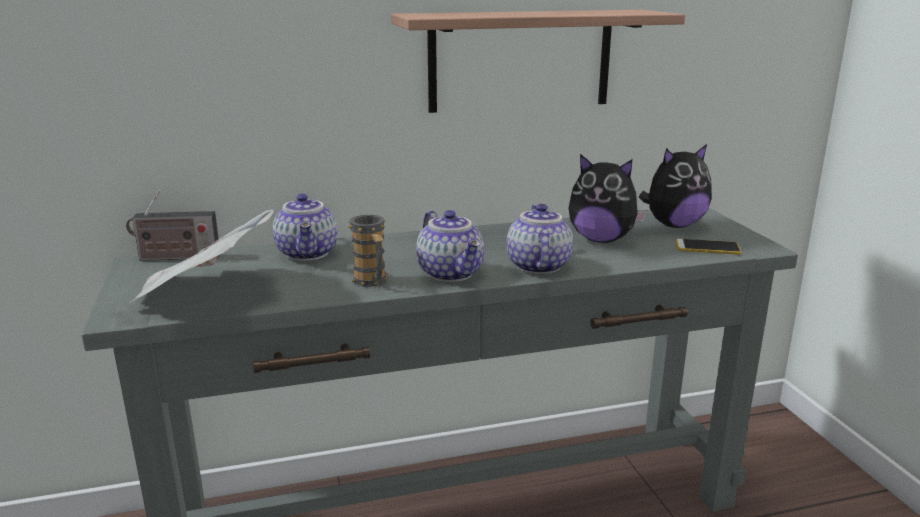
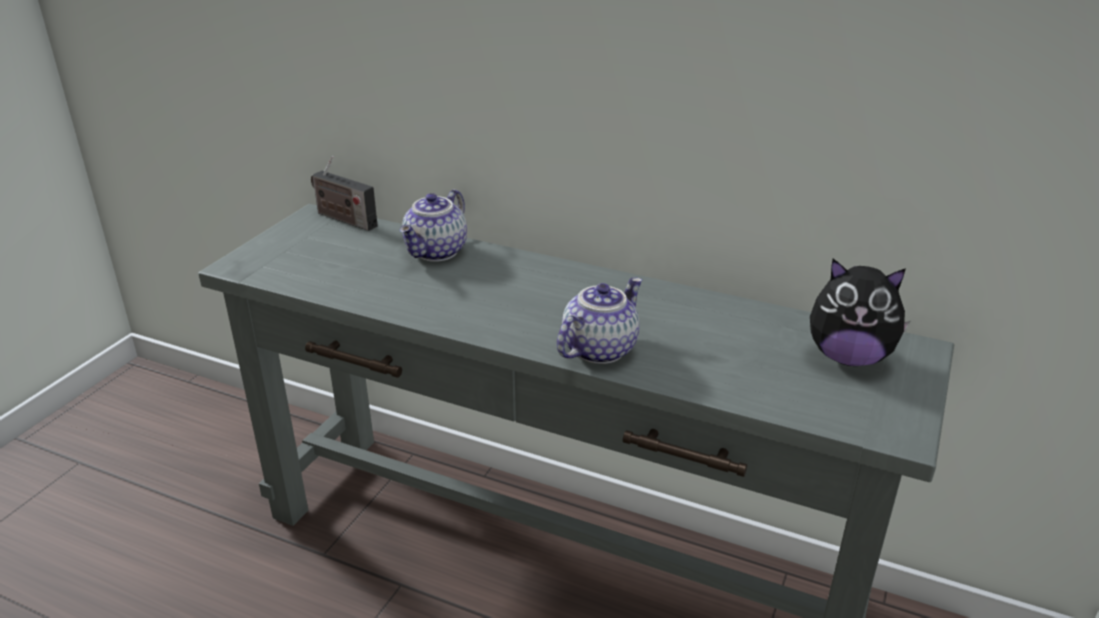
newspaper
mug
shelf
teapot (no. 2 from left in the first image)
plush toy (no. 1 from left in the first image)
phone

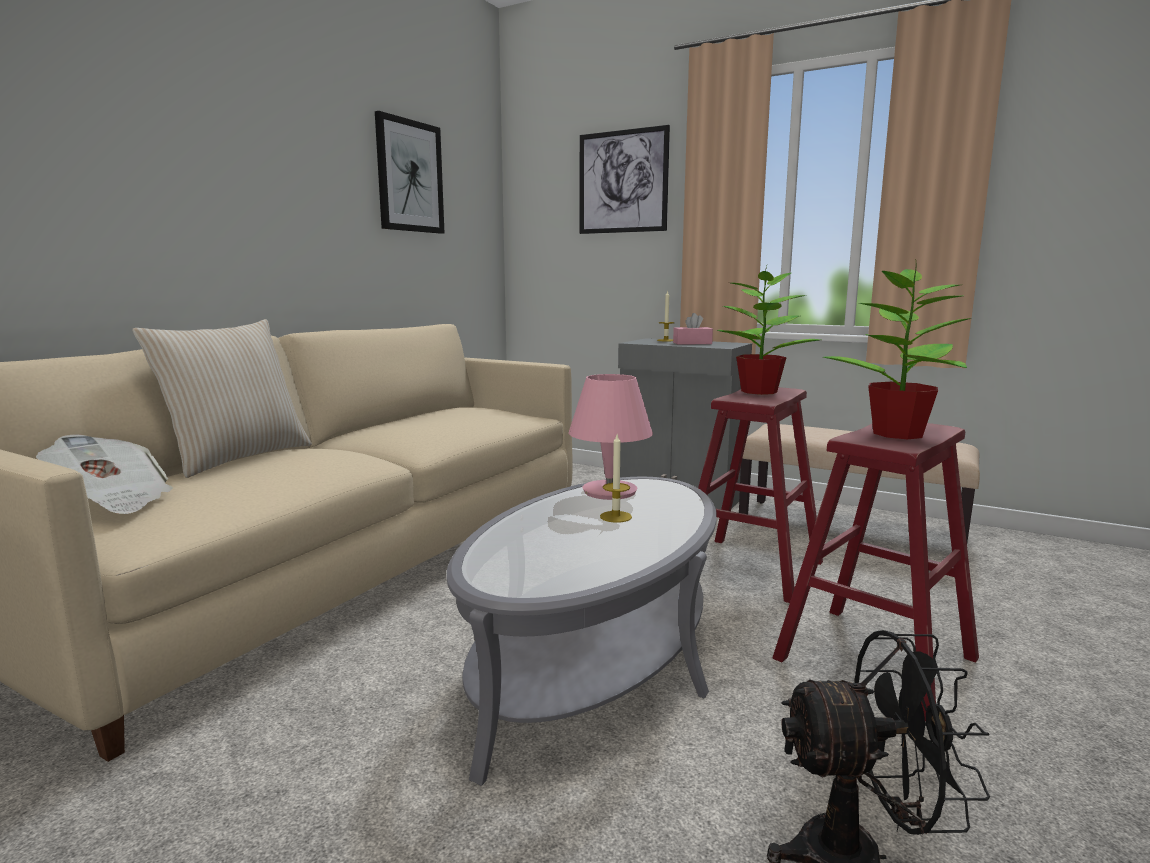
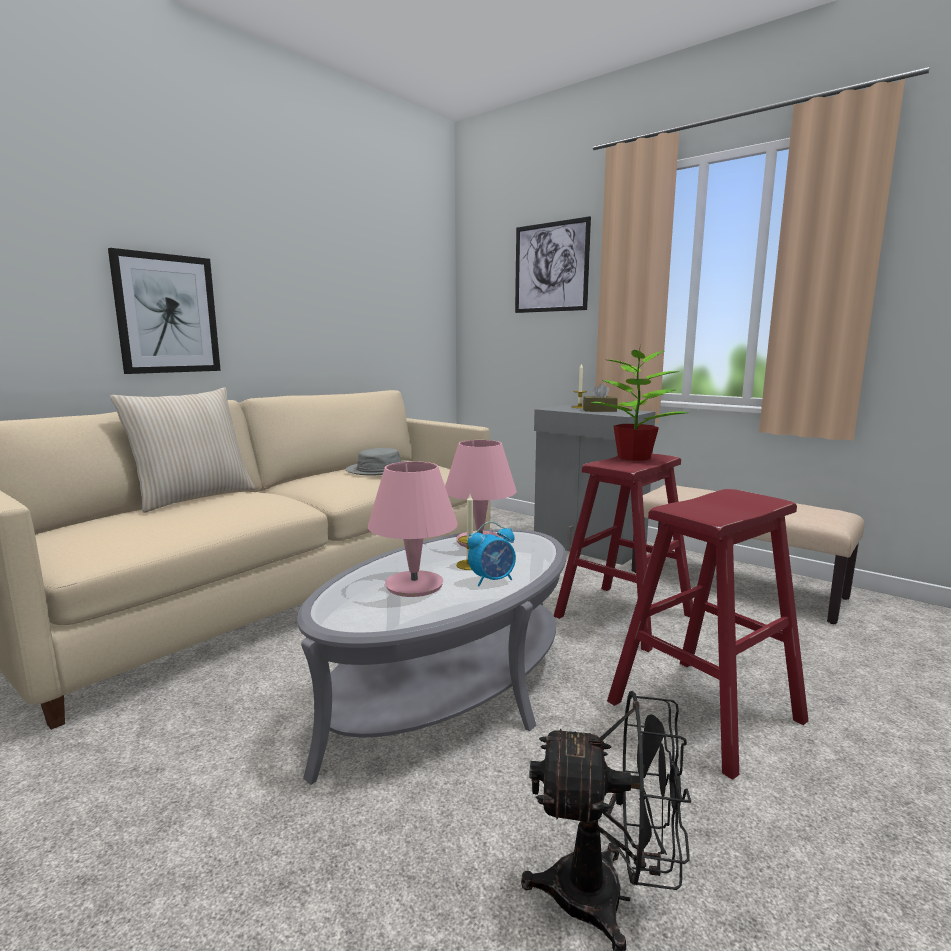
newspaper
picture (no. 1 from left)
brown tissue box
potted plant (no. 2 from left in the first image)
grey hat
pink table lamp (no. 1 from left)
alarm clock

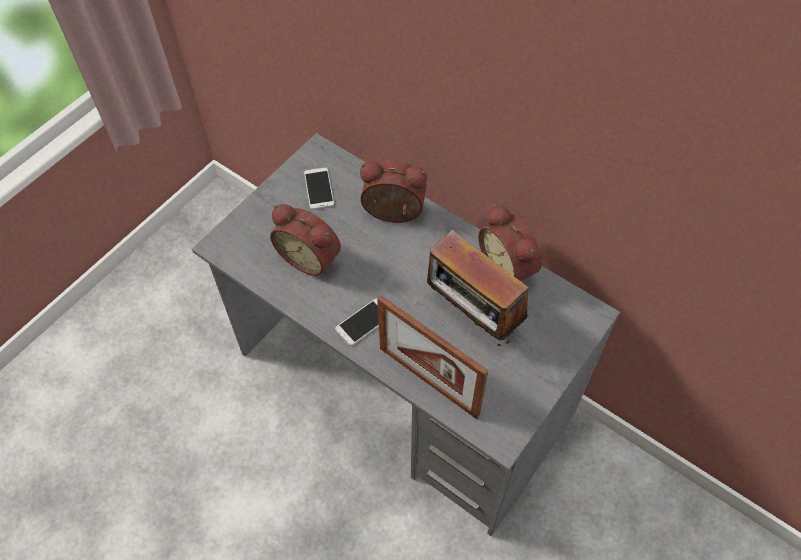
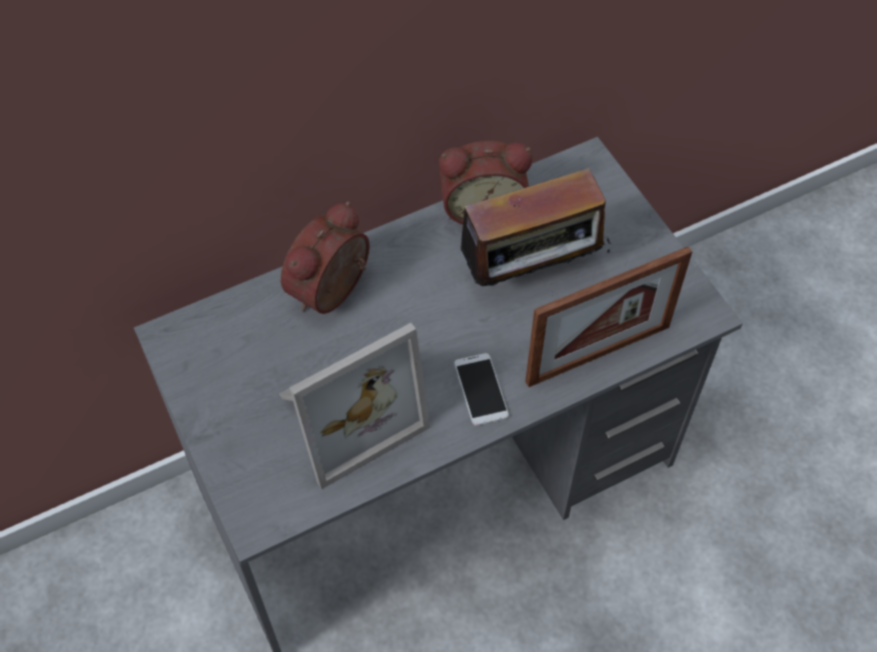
picture frame (no. 1 from left)
phone (no. 1 from left in the first image)

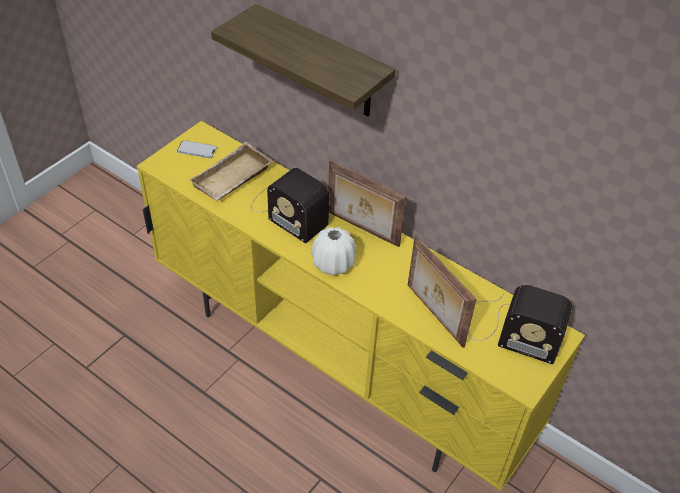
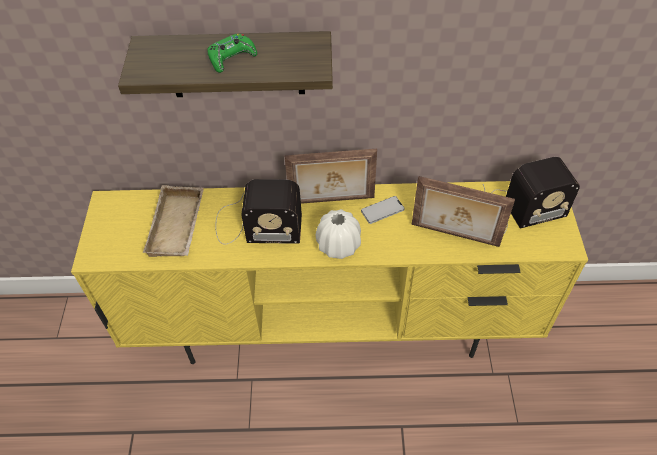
phone
green game controller

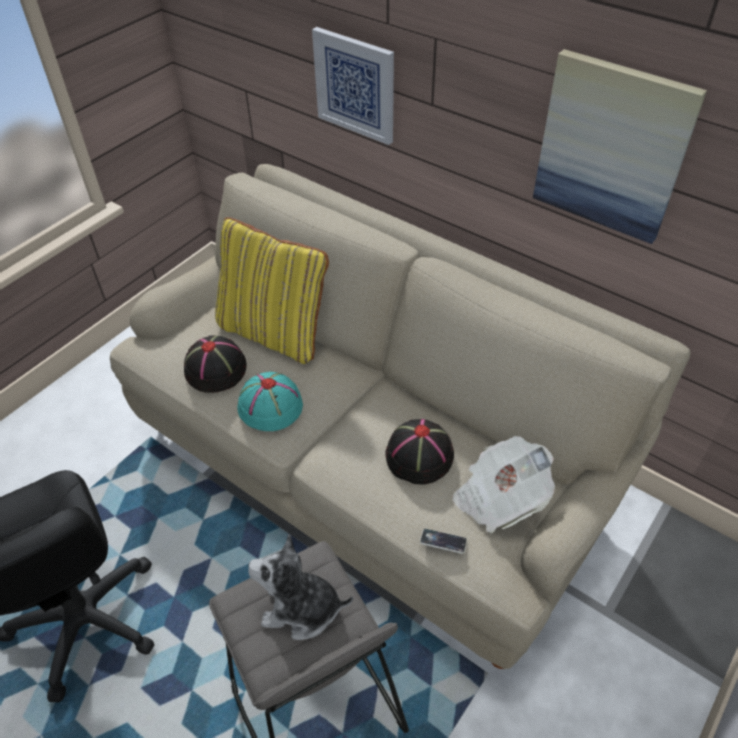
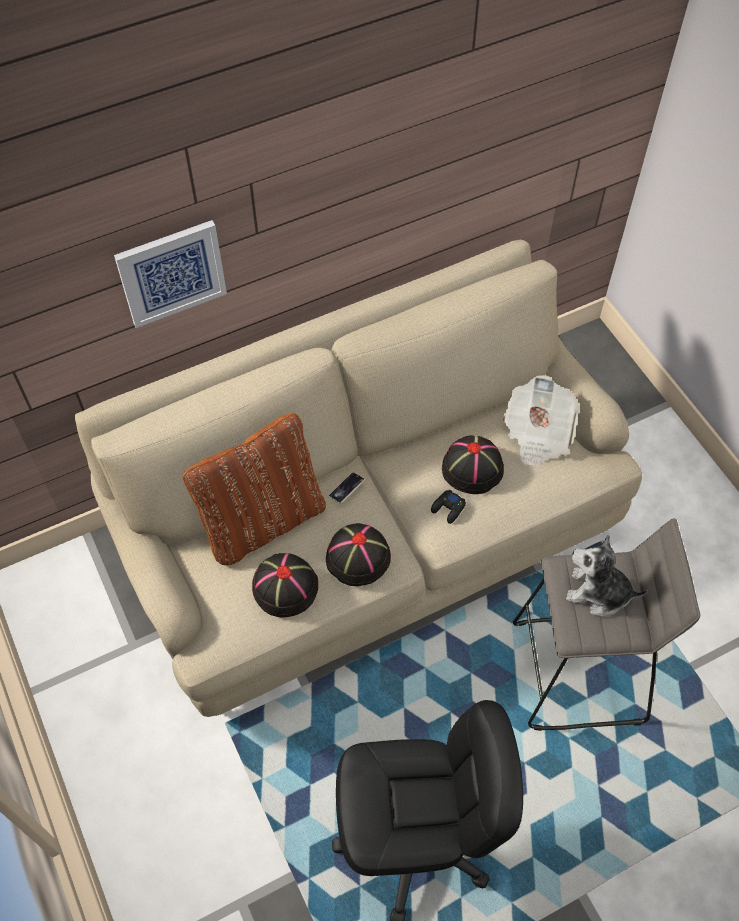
brown pillow
black hat (no. 2 from left)
plush toy
phone
picture (no. 2 from left in the first image)
black game controller

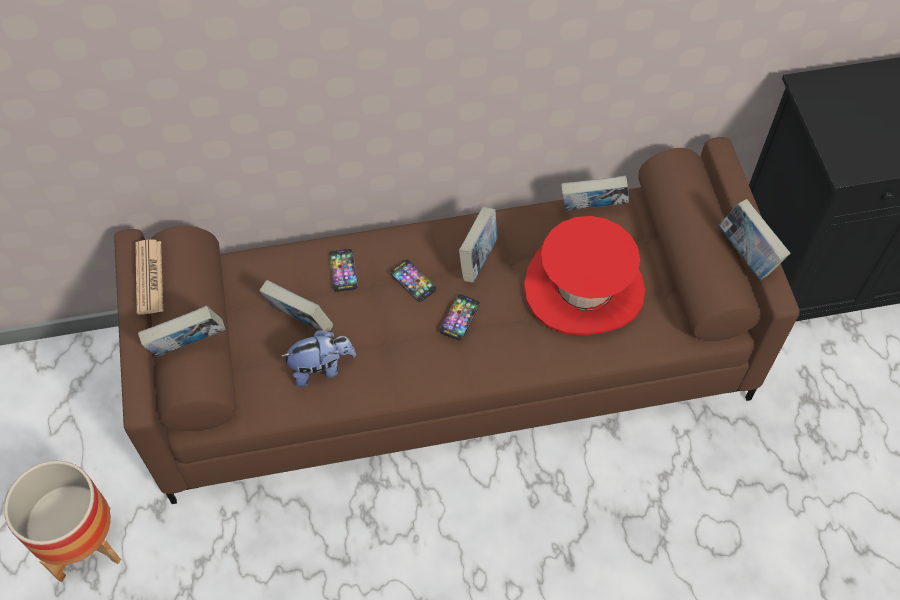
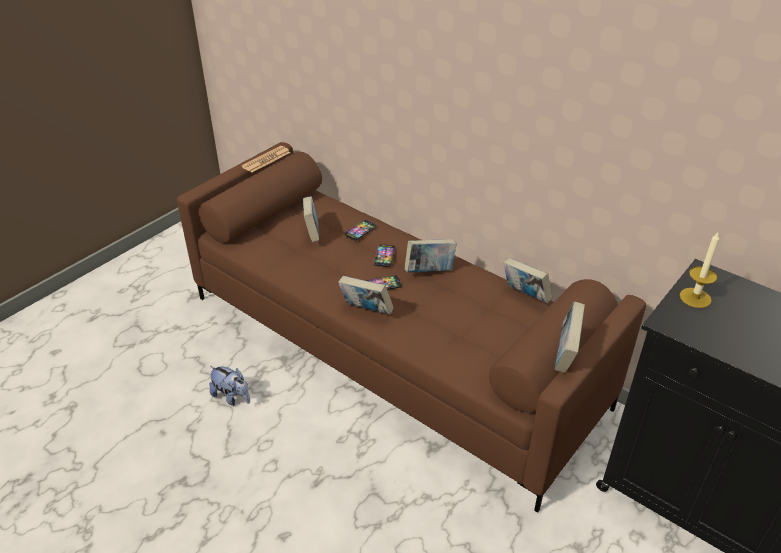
planter
book (no. 2 from left)
plush toy
red hat
candle

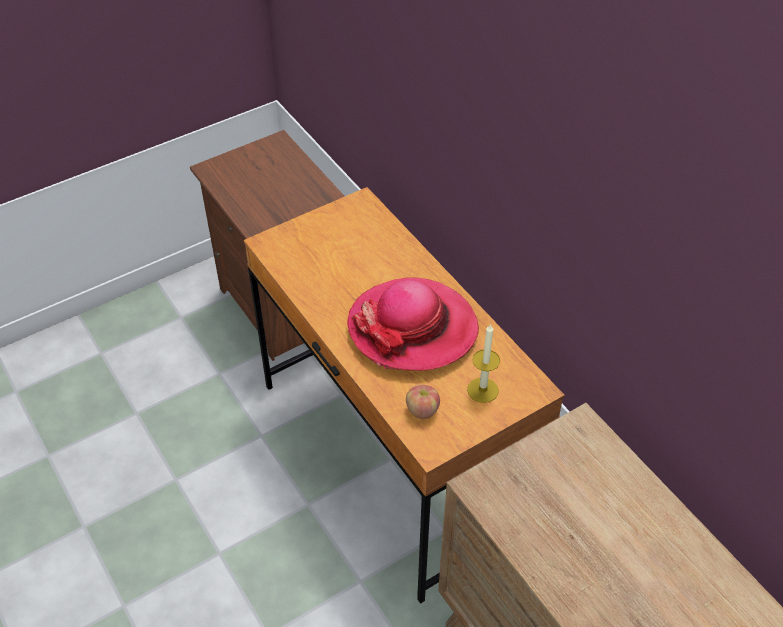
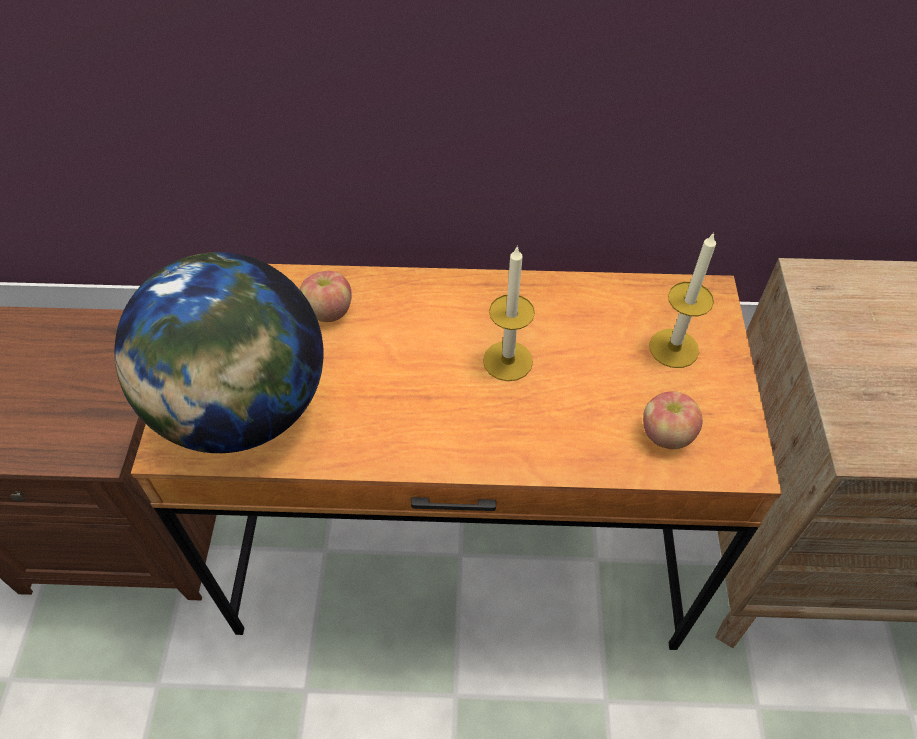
candle (no. 1 from left)
globe
apple (no. 1 from left)

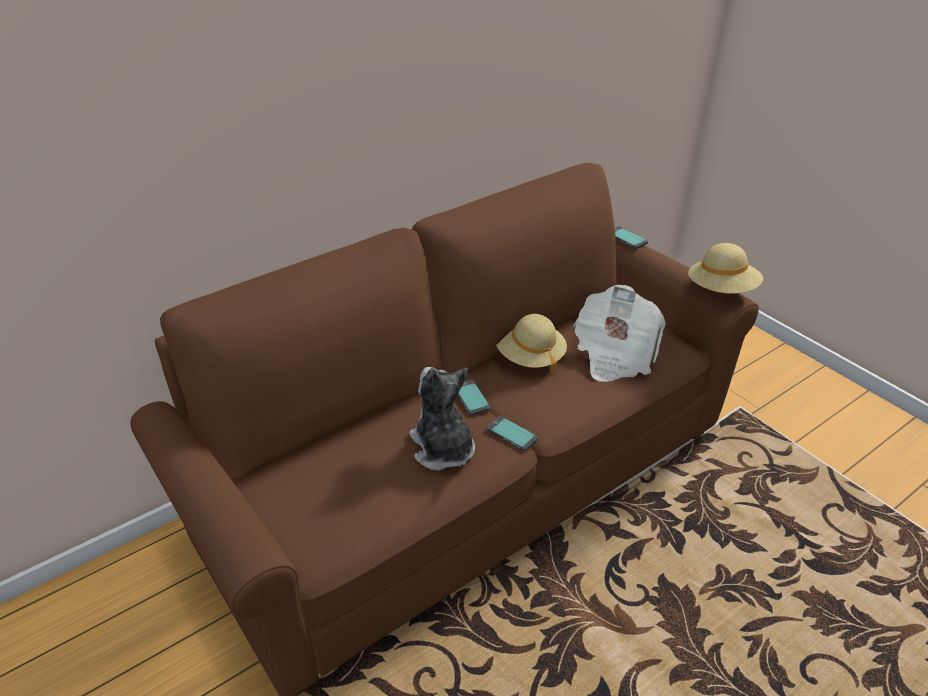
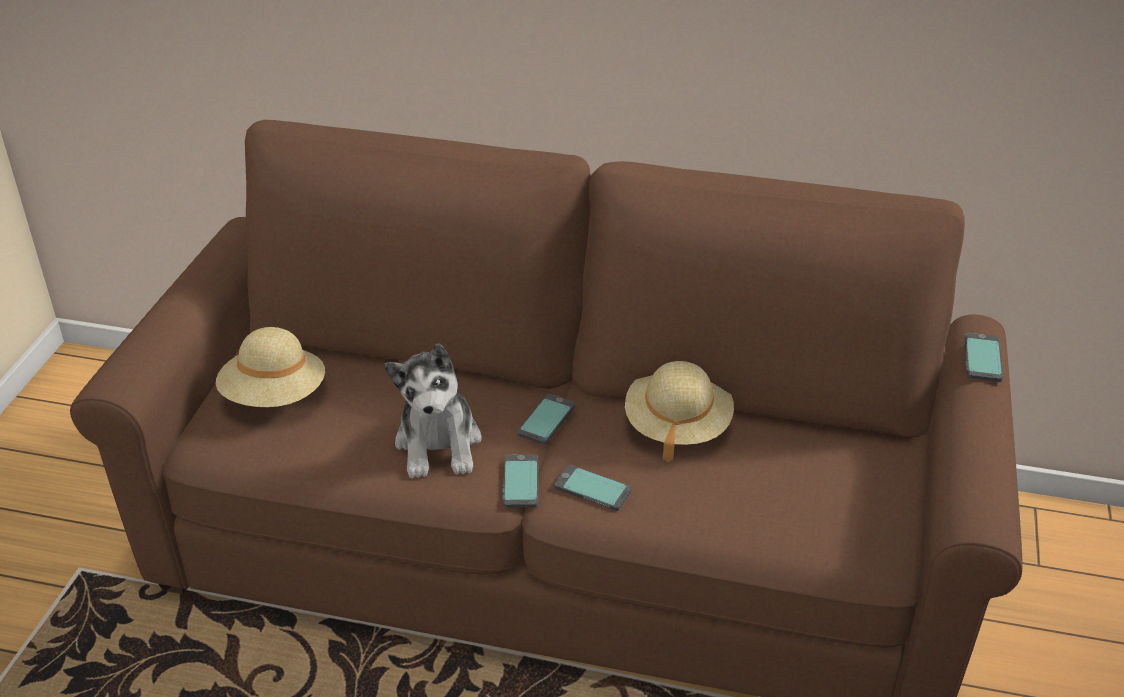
plush toy
newspaper
beige hat (no. 1 from left)
phone (no. 3 from left)

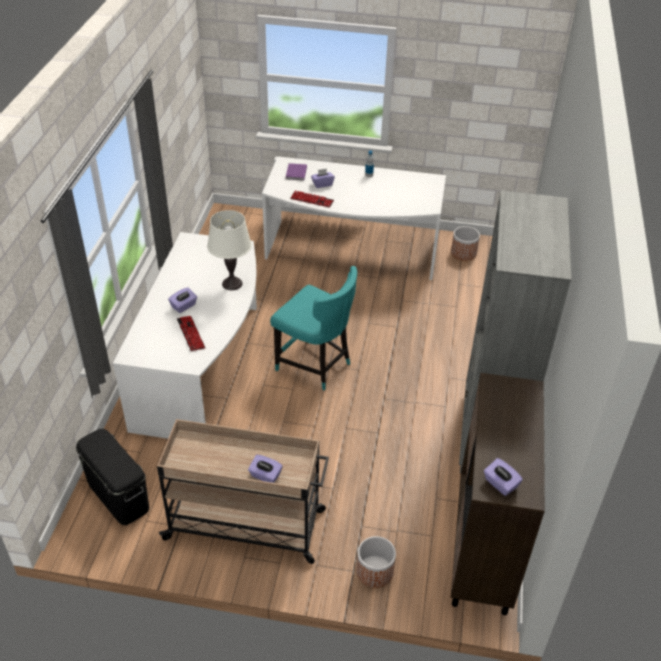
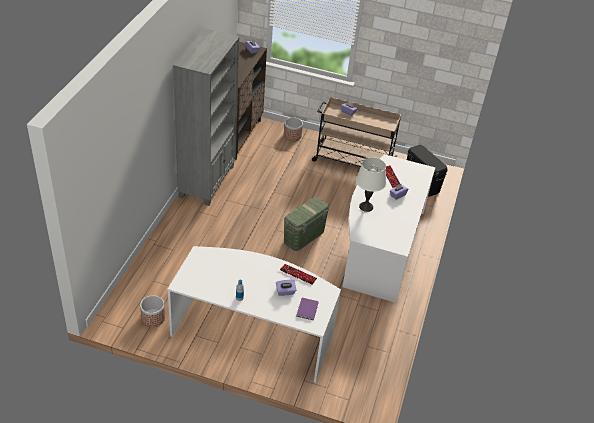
green storage box

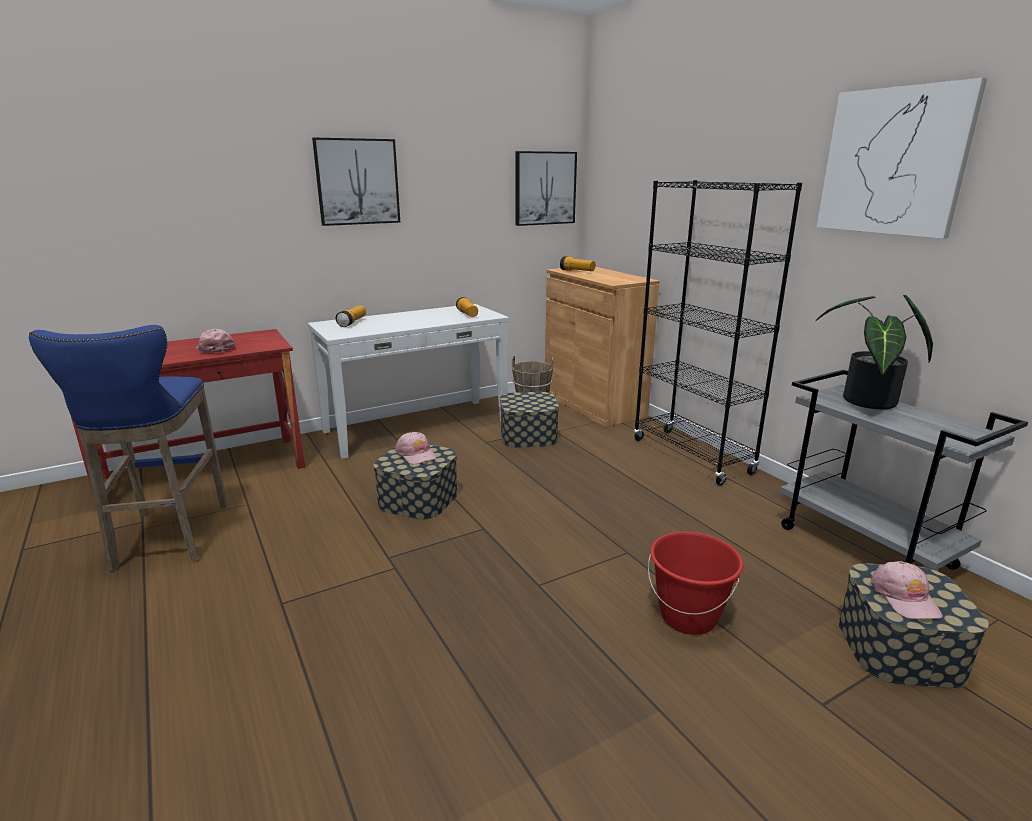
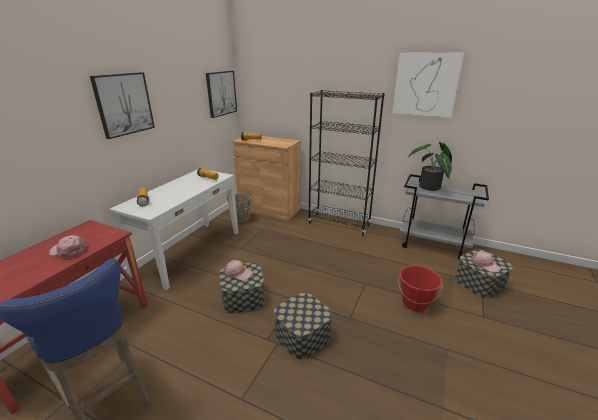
storage box (no. 2 from left)

